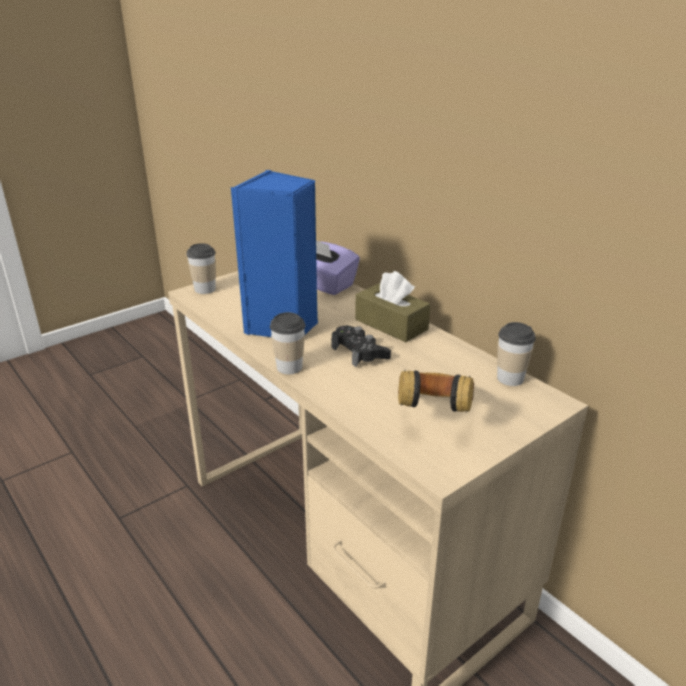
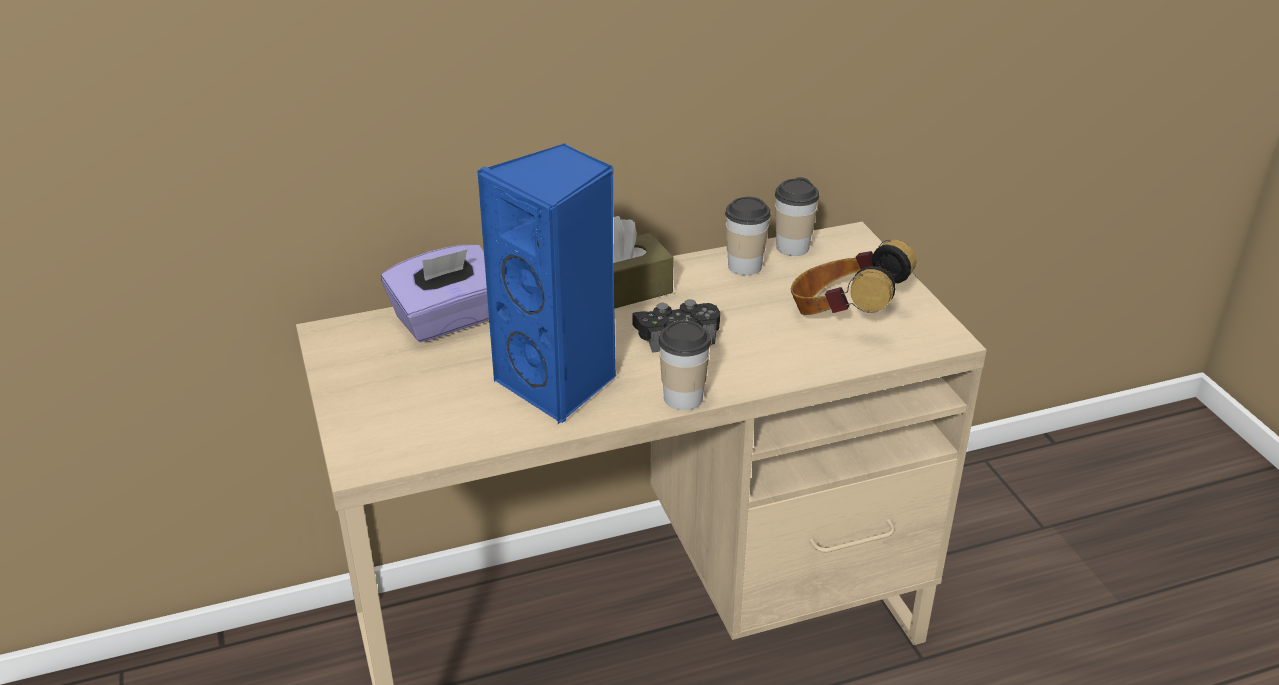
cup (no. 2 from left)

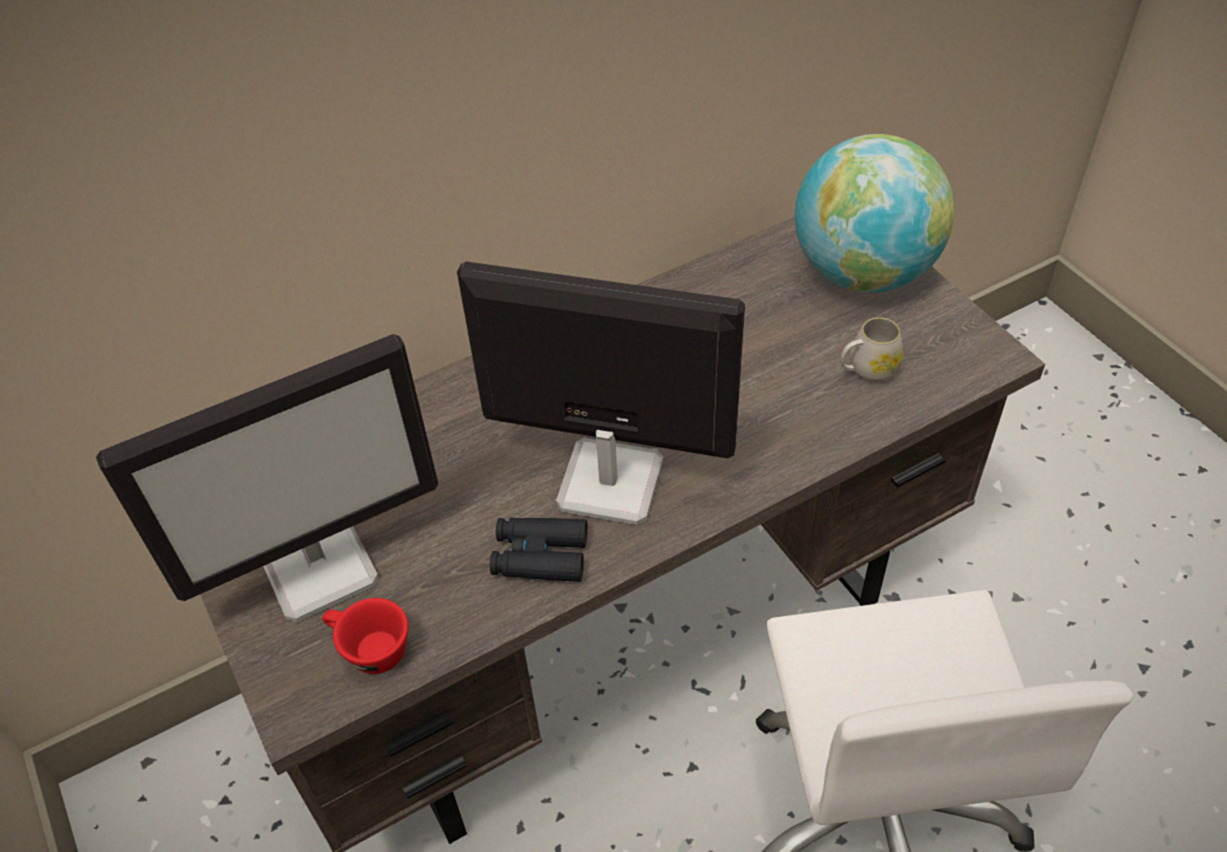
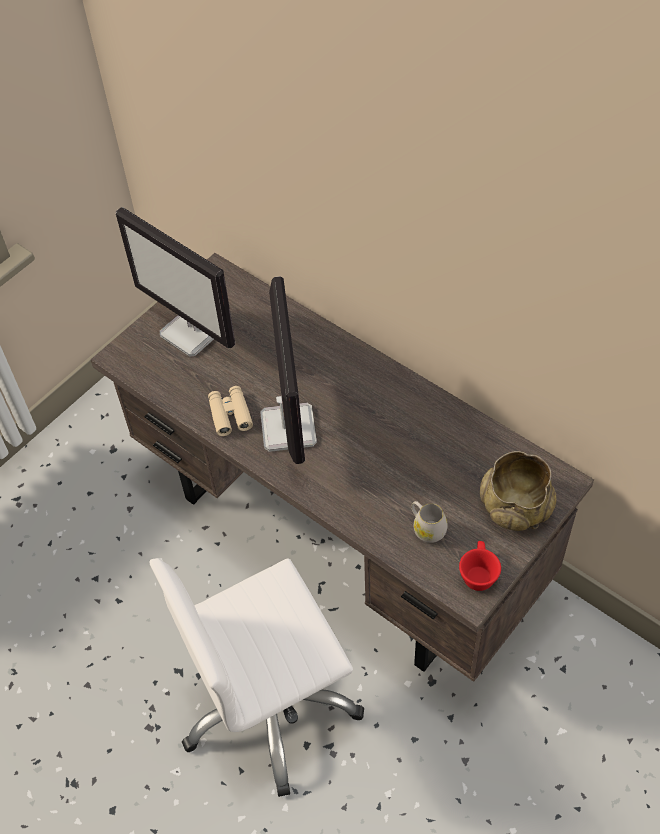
red cup
beige binoculars
beige bowl

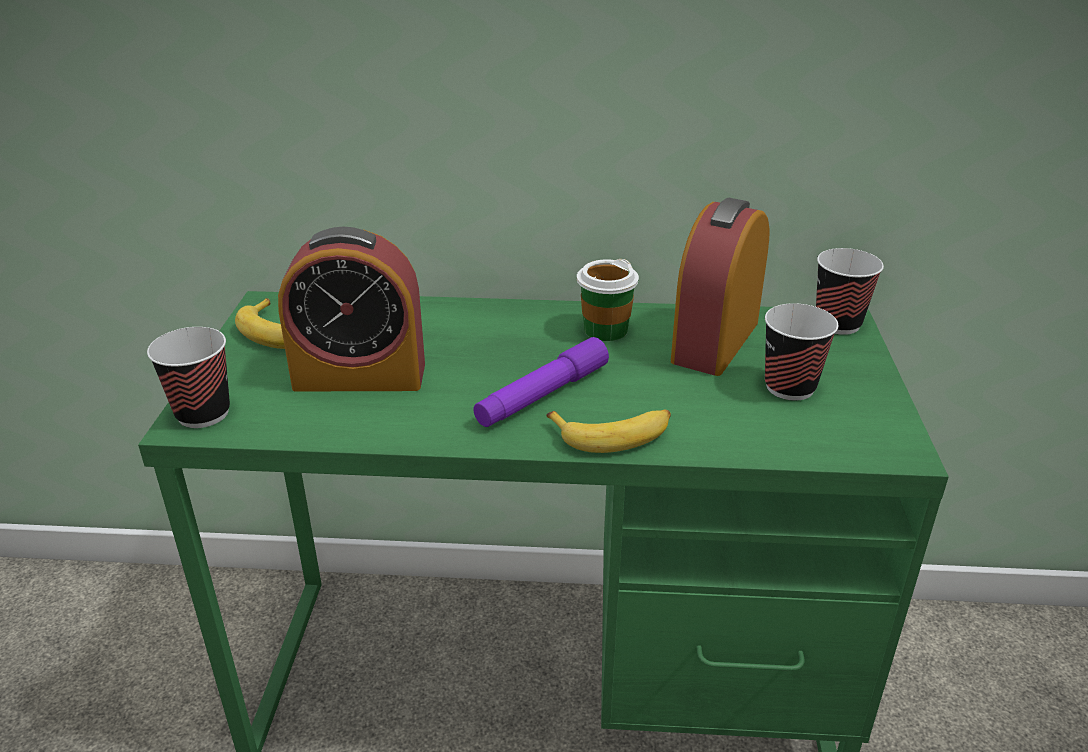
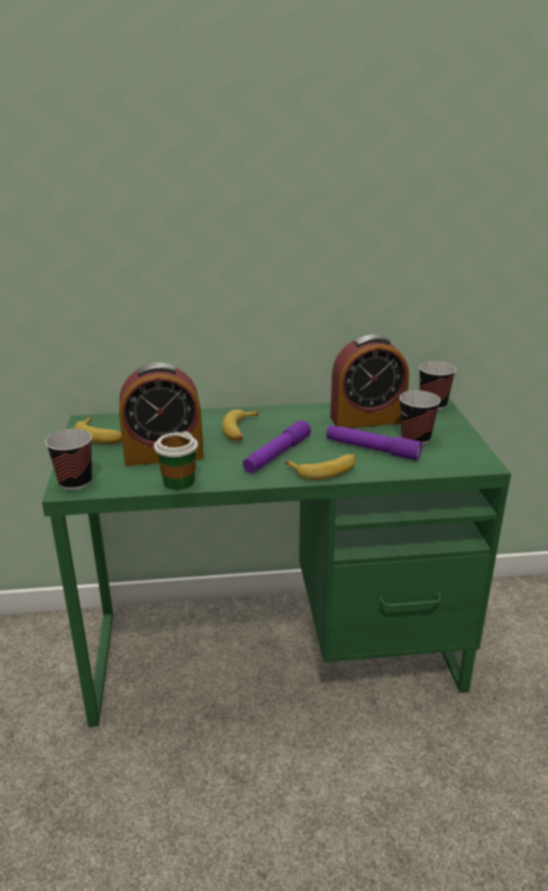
cup (no. 2 from left)
alarm clock (no. 2 from left)
banana (no. 2 from left)
purple flashlight (no. 2 from left)

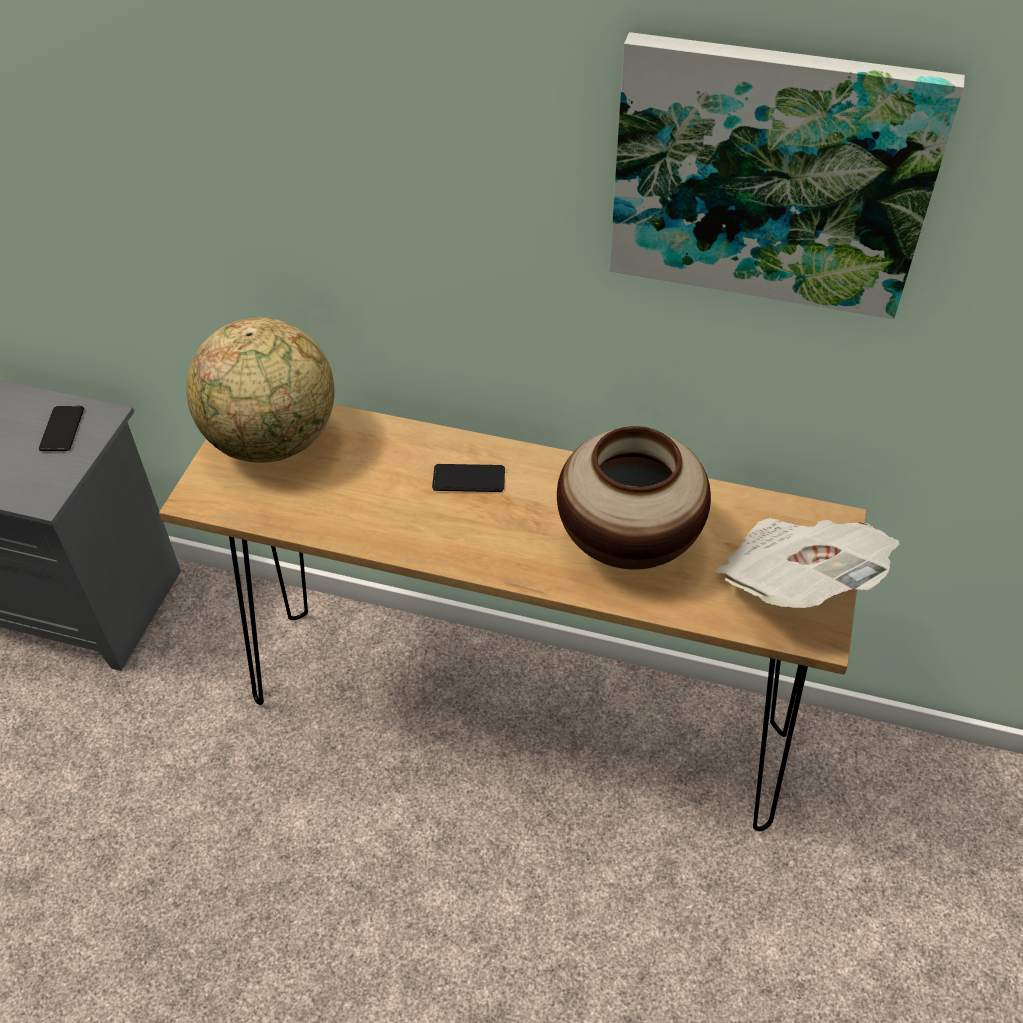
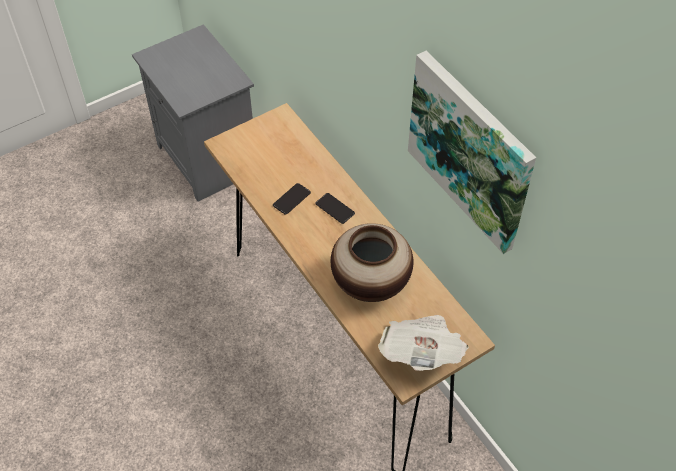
phone (no. 1 from left)
globe

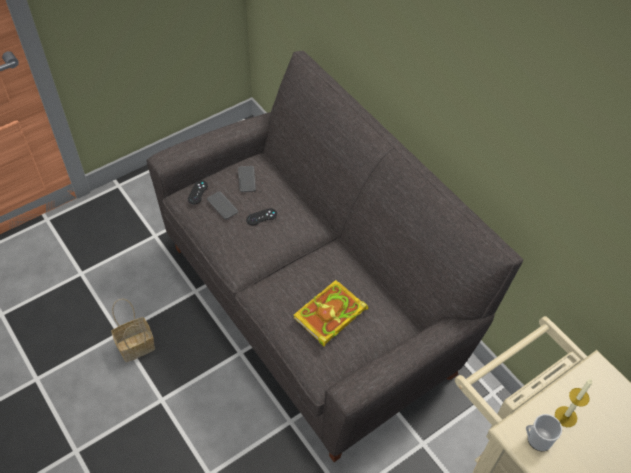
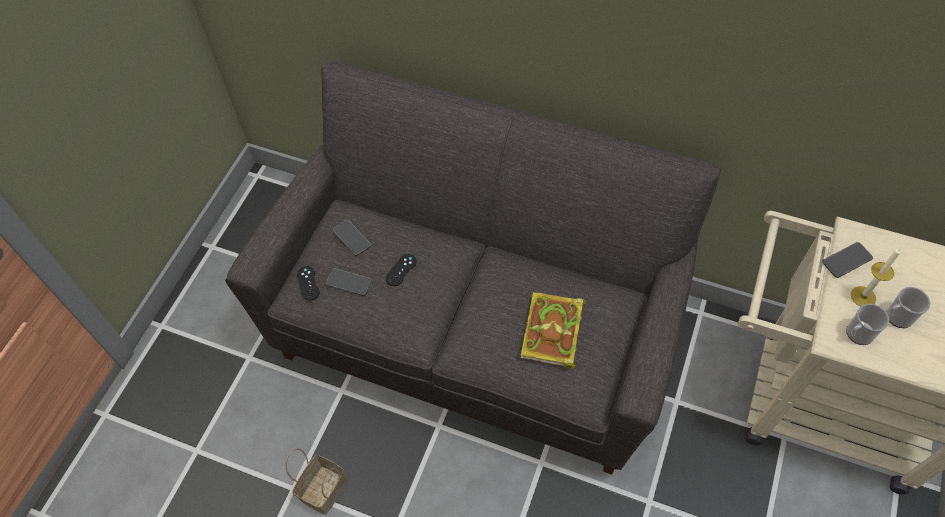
phone (no. 3 from left)
mug (no. 2 from left)

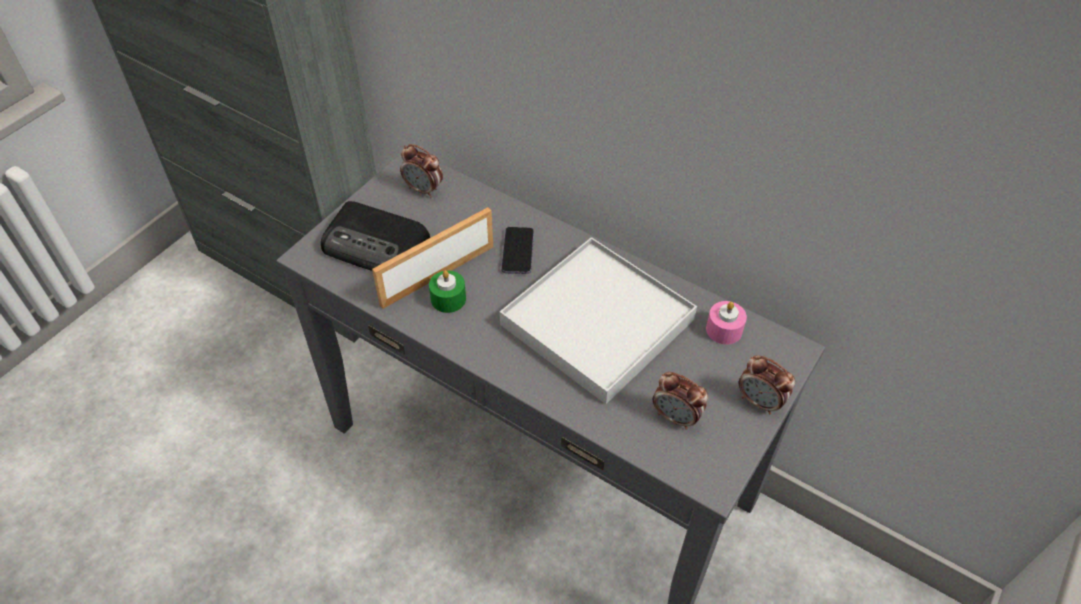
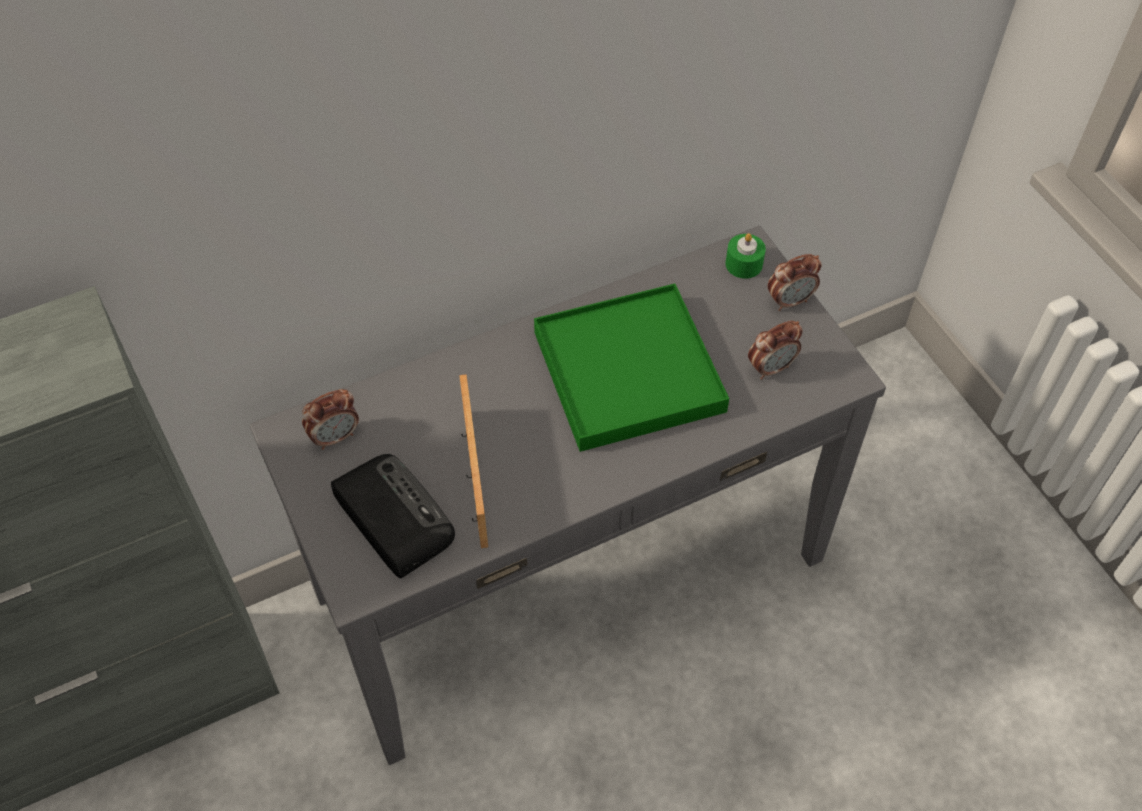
radio
green candle
green tray
phone
pink candle

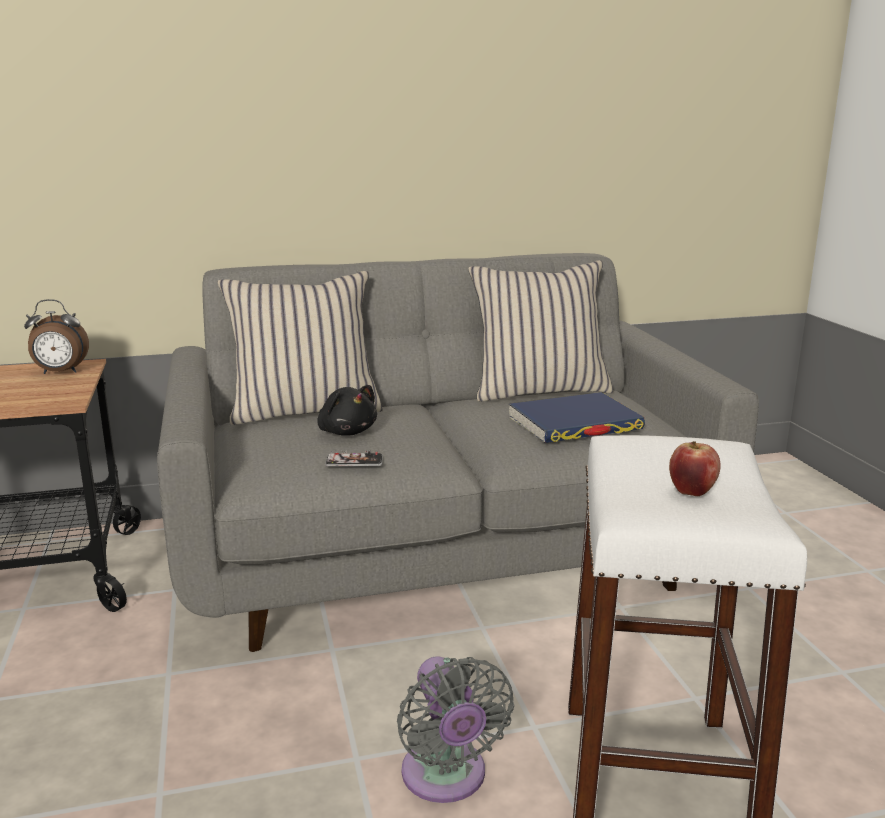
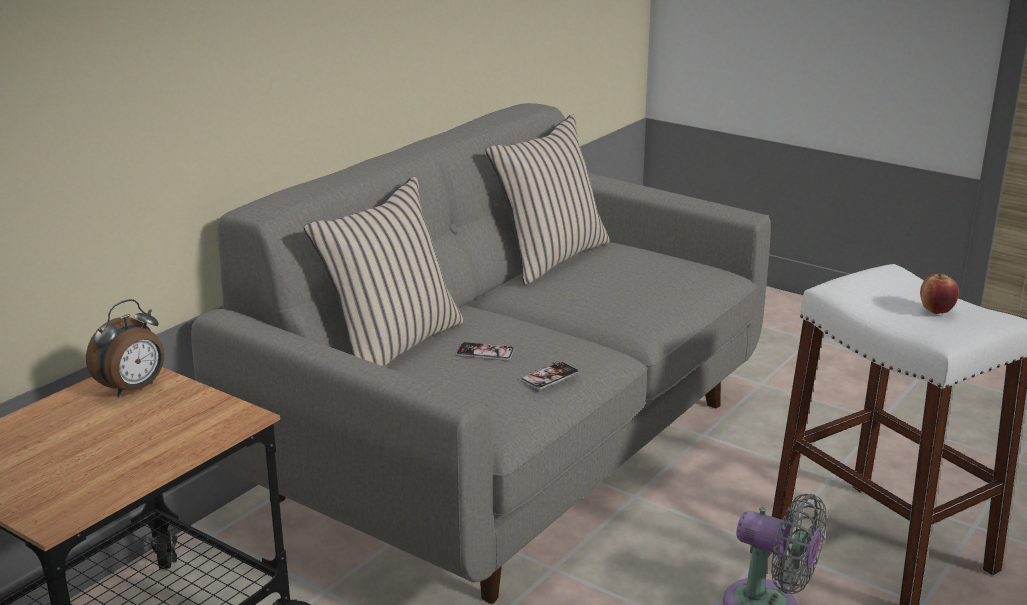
phone (no. 1 from left)
blue book

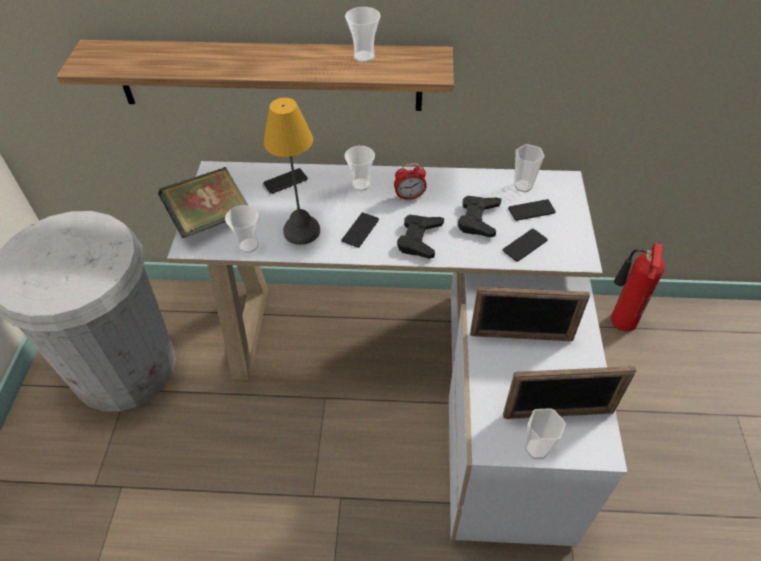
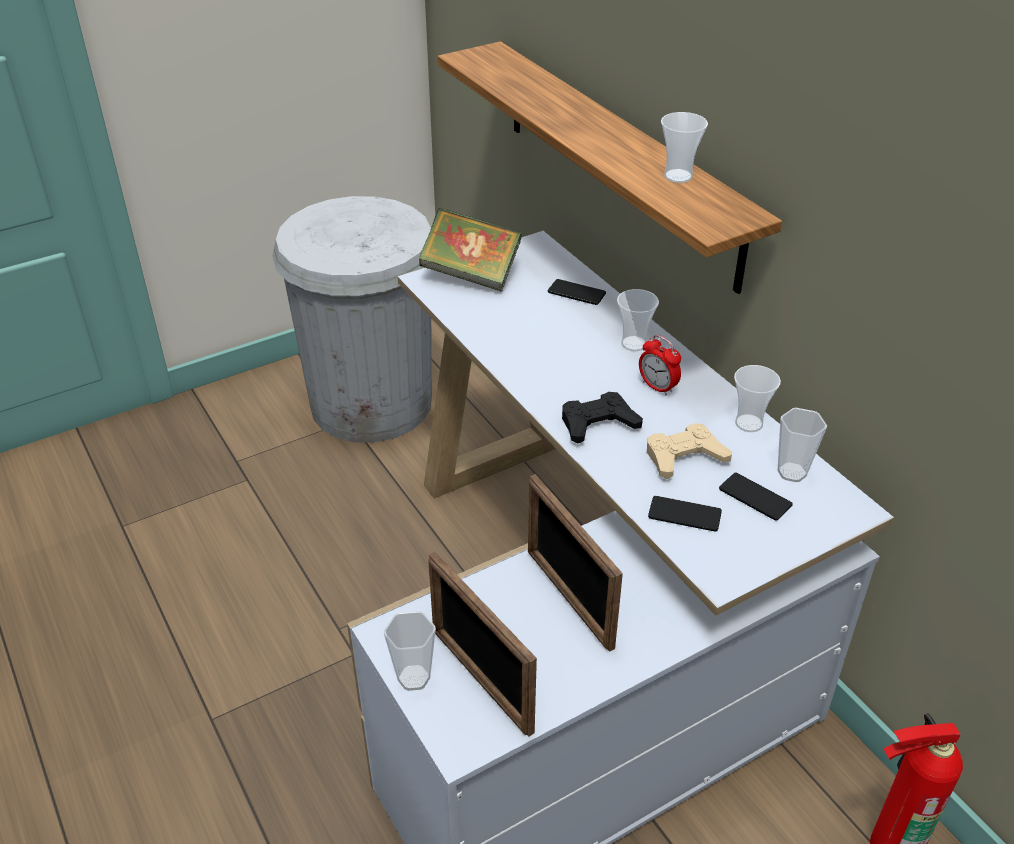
cup (no. 4 from left)
table lamp
phone (no. 2 from left in the first image)
beige game controller

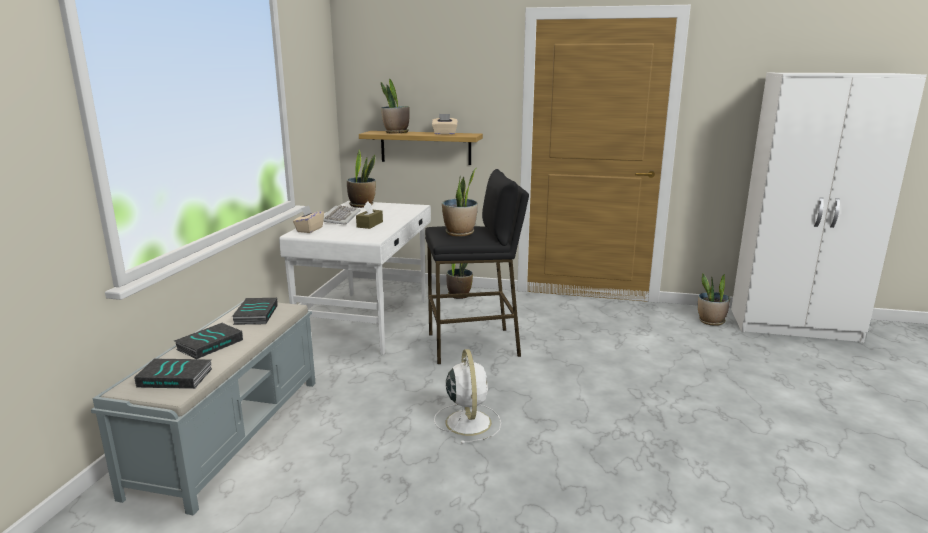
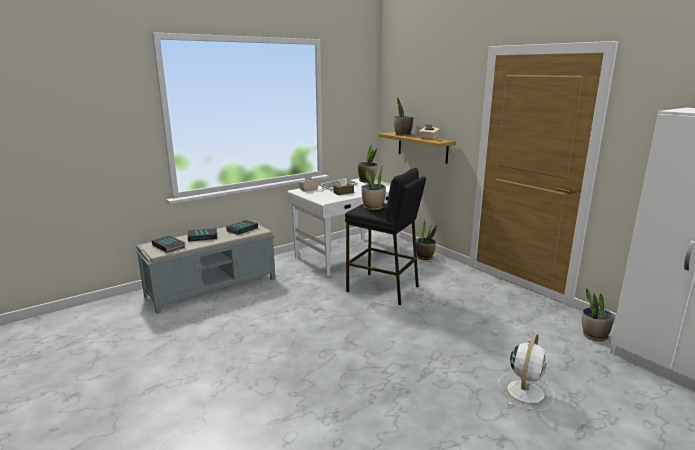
white fan

